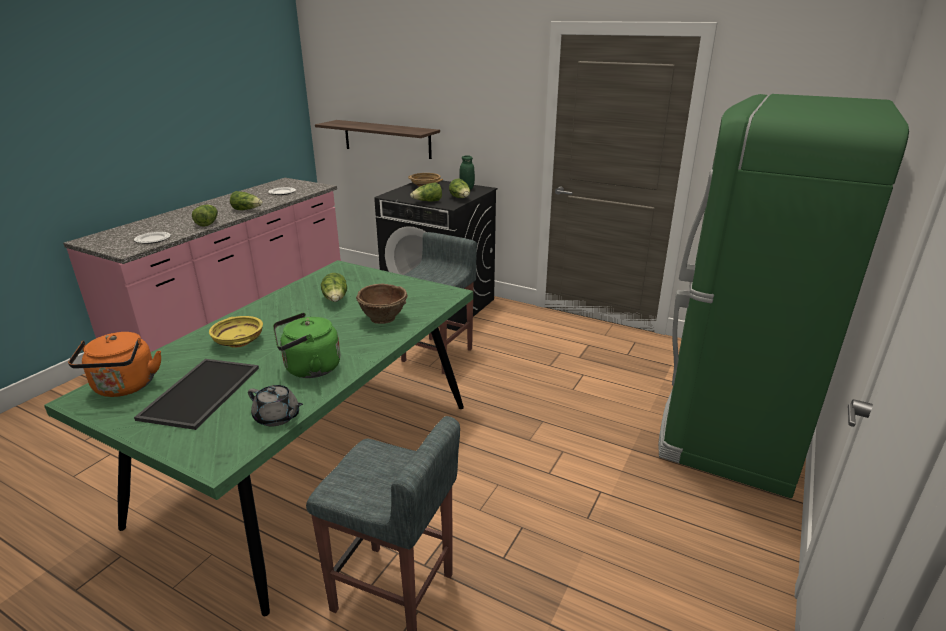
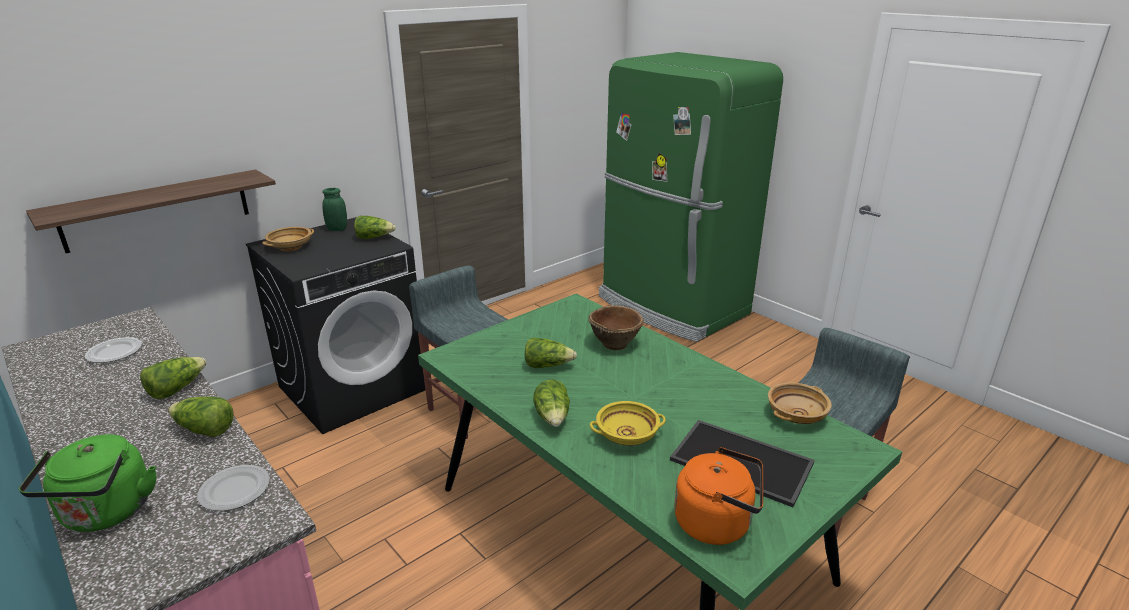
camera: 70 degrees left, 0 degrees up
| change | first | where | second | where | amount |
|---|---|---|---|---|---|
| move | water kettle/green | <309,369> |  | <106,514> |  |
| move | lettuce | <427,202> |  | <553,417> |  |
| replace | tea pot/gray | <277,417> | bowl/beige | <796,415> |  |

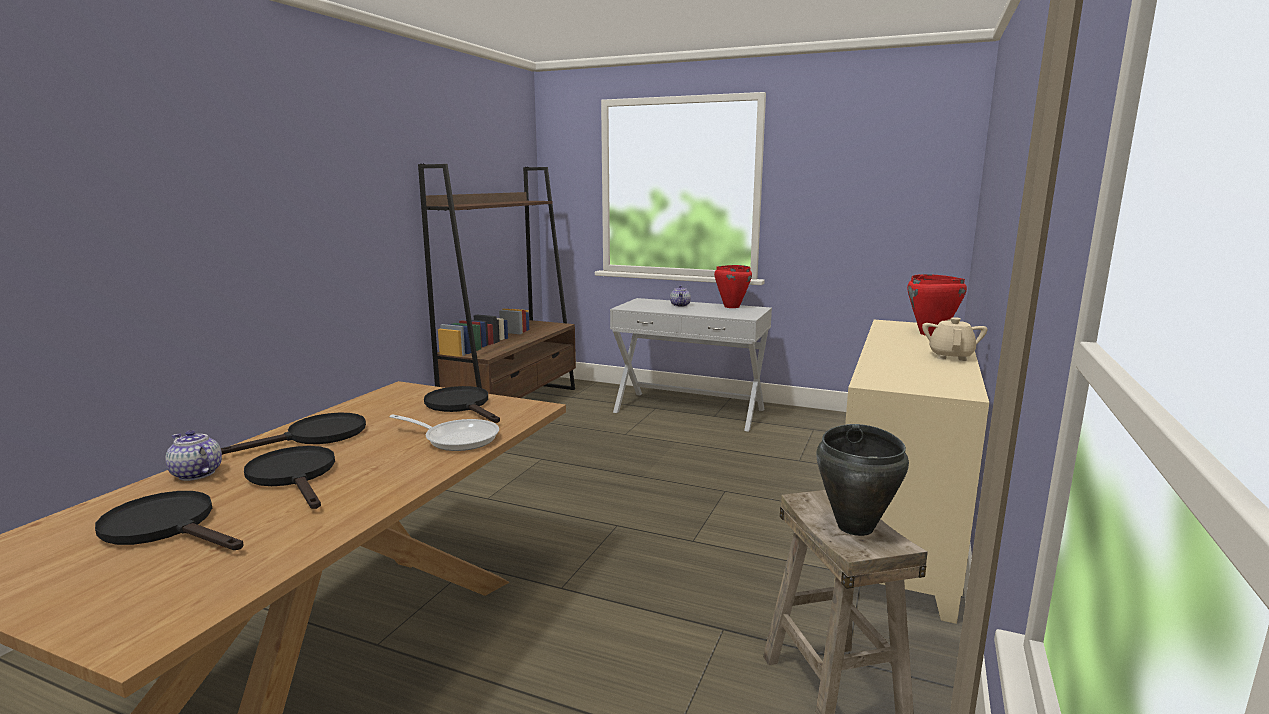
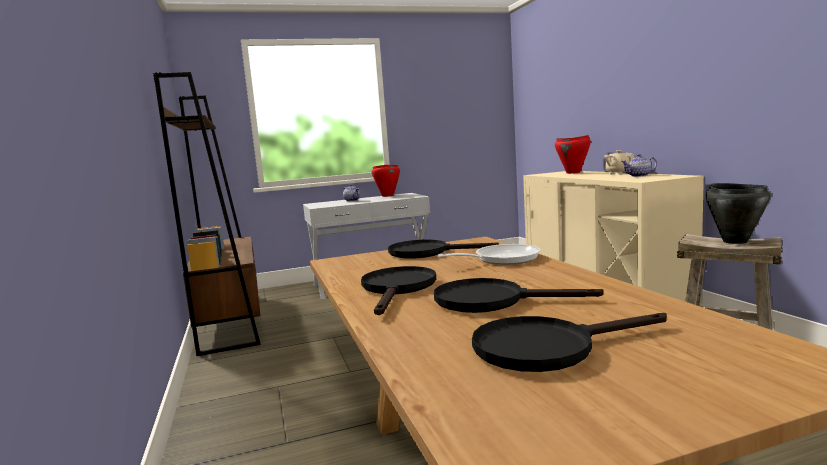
camera: 40 degrees left, 5 degrees down
| change | first | where | second | where | amount |
|---|---|---|---|---|---|
| move | tea pot | <196,474> |  | <639,176> |  |

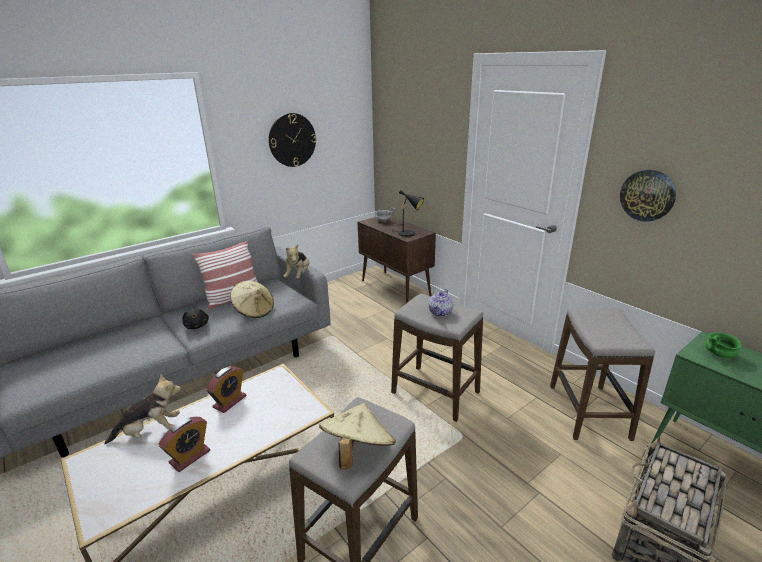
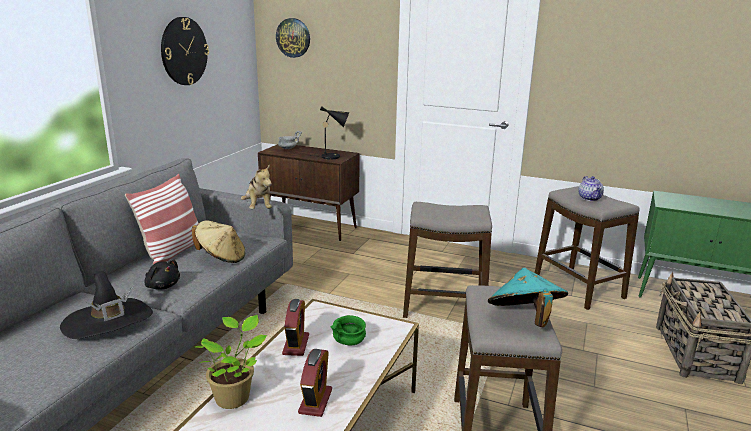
camera: 30 degrees left, 5 degrees down
| change | first | where | second | where | amount |
|---|---|---|---|---|---|
| insert |  |  | wearable hat/blackish | <108,322> |  |
| move | tea pot | <440,312> |  | <590,198> |  |
| move | wall clock | <647,195> |  | <293,38> |  |
| move | bowl/green | <719,355> |  | <348,343> |  |
| replace | cuddly toy | <150,432> | houseplant | <234,397> |  |
| recolor | wearable hat/beige | <357,451> | wearable hat/turquoise-coloured | <524,319> |  |

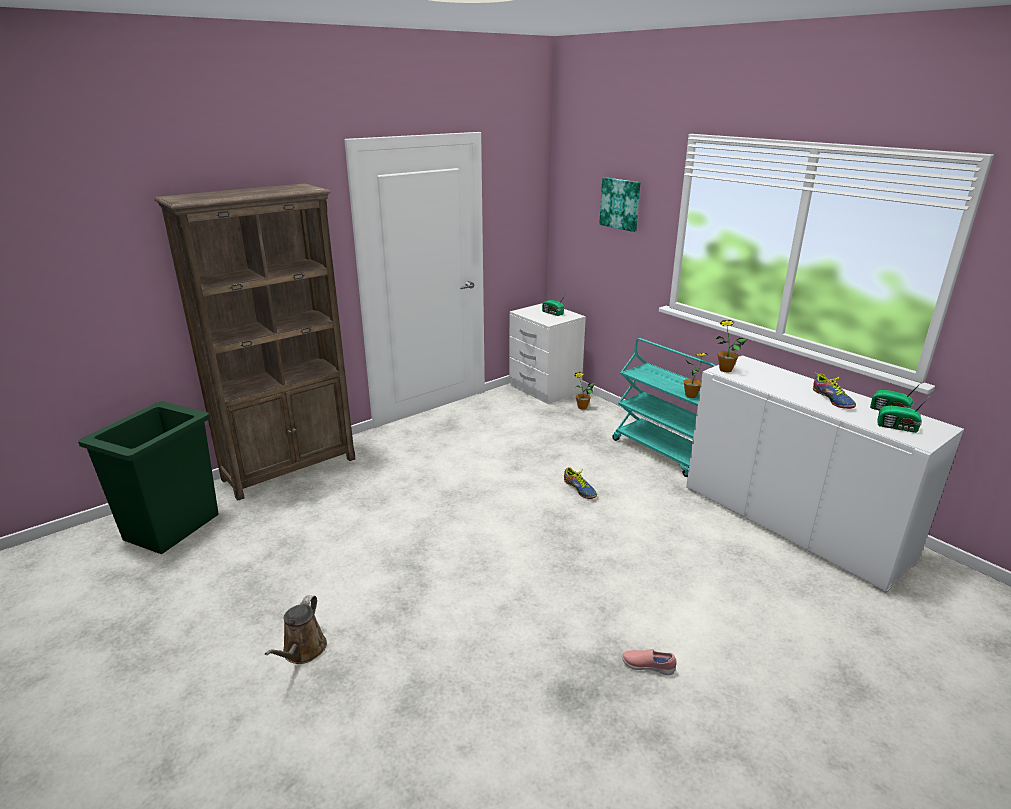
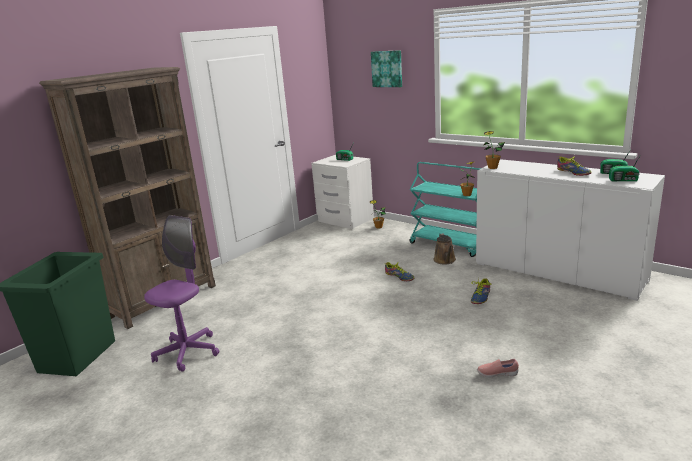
camera: 10 degrees left, 5 degrees down
| change | first | where | second | where | amount |
|---|---|---|---|---|---|
| insert |  |  | computer chair/purple | <187,352> |  |
| insert |  |  | shoe | <481,297> |  |
| move | watering can/brown-coloured | <302,651> |  | <445,261> |  |

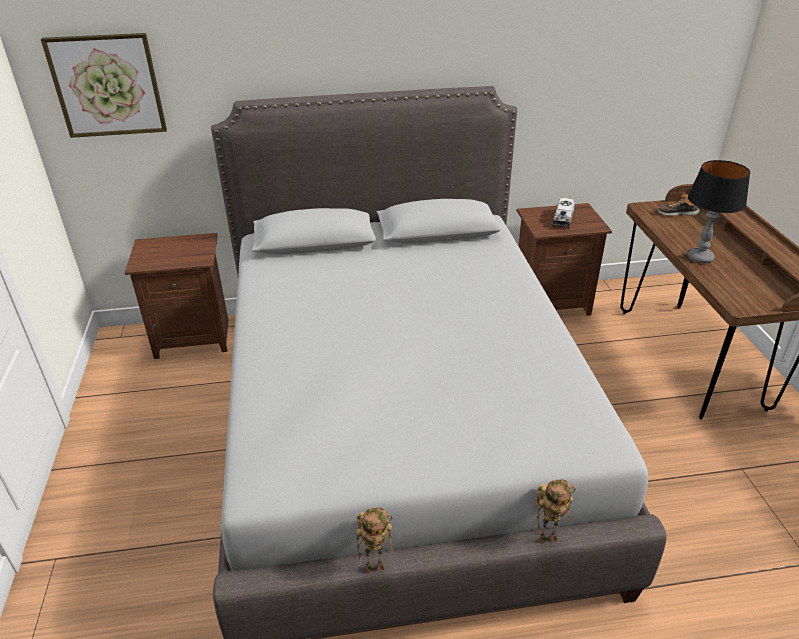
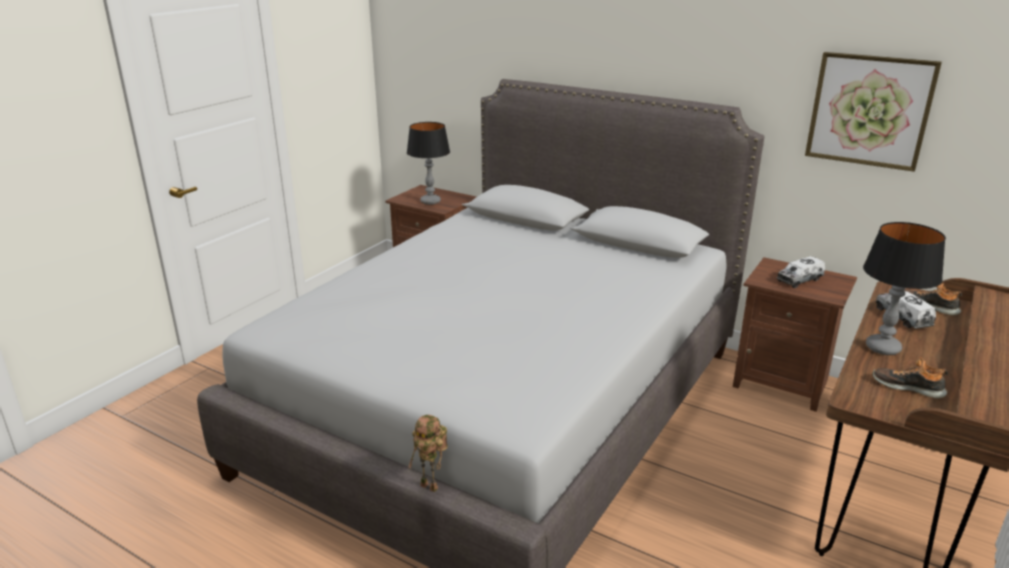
camera: 40 degrees right, 10 degrees down
| change | first | where | second | where | amount |
|---|---|---|---|---|---|
| delete | toy robot | <375,566> |  |  |  |
| insert |  |  | table lamp | <430,202> |  |
| insert |  |  | shoe | <907,387> |  |
| insert |  |  | toy truck | <902,317> |  |
| move | wall picture | <107,85> |  | <869,110> |  |

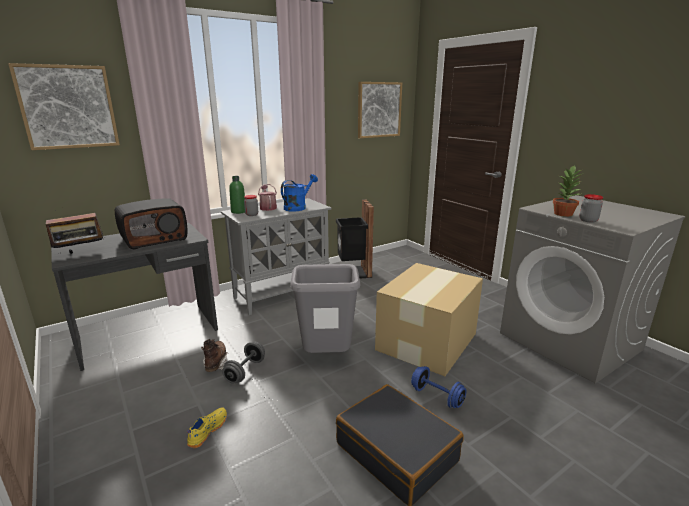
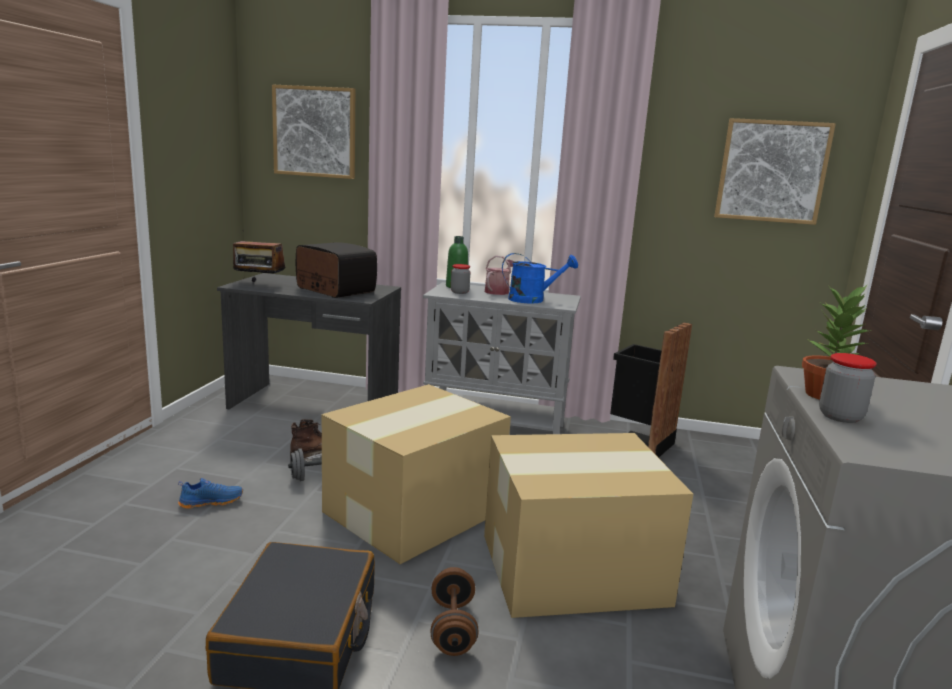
camera: 45 degrees right, 5 degrees down
| change | first | where | second | where | amount |
|---|---|---|---|---|---|
| replace | rubbish bin/gray | <327,358> | packing box | <416,511> |  |
| recolor | shoe/yellow-coloured | <207,431> | shoe/blue-coloured | <211,501> |  |
| recolor | hand weight/blue-coloured | <437,397> | hand weight/brown-coloured | <452,628> |  |
| rotate | radio | <154,239> |  | <334,290> | 150 degrees counterclockwise |

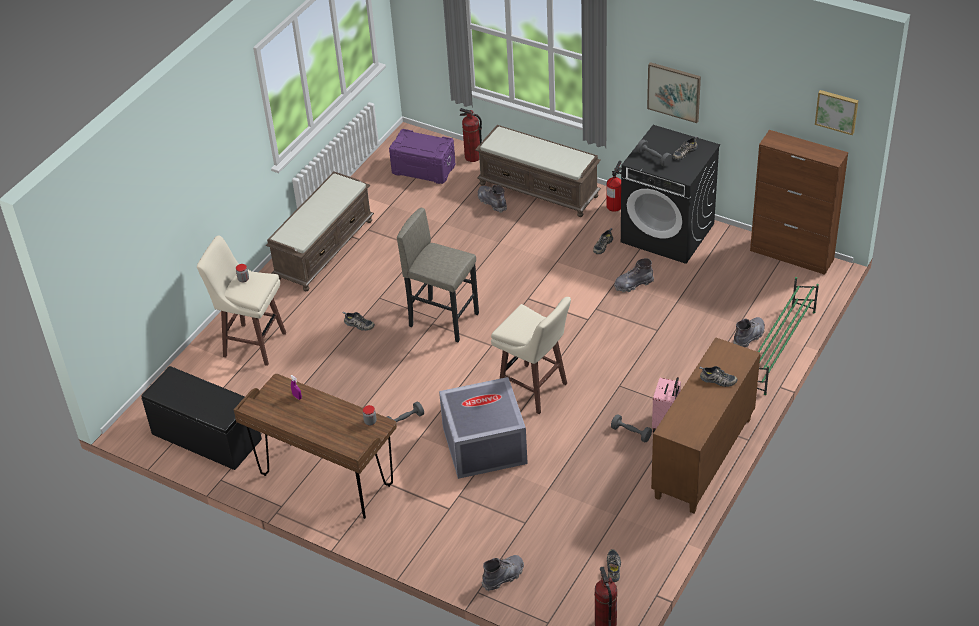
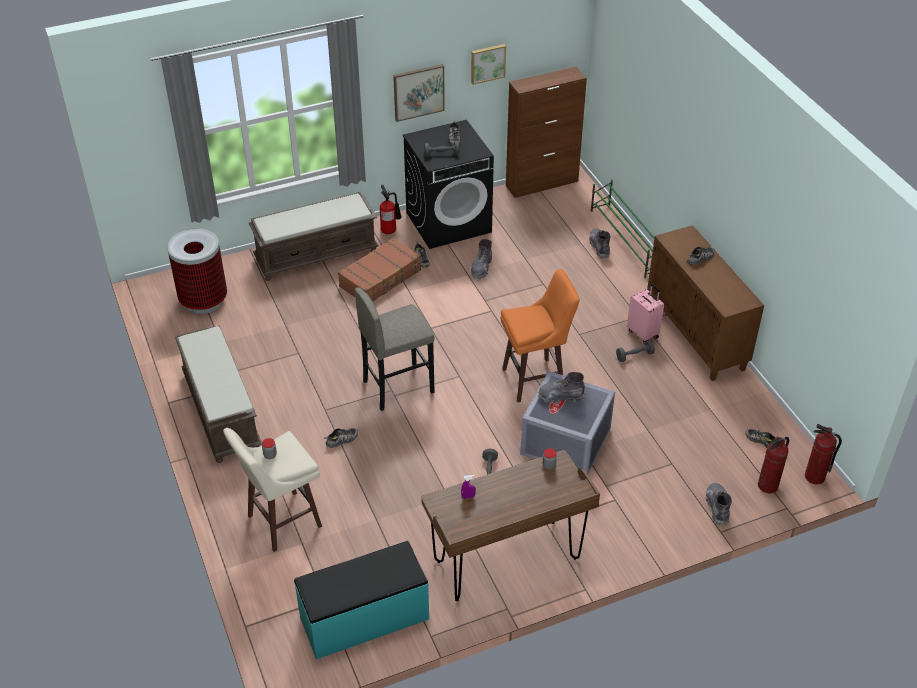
camera: 55 degrees left, 0 degrees up
| change | first | where | second | where | amount |
|---|---|---|---|---|---|
| insert |  |  | travel case/brown-coloured | <381,279> |  |
| move | fire extinguisher | <473,157> |  | <767,486> |  |
| move | tall boot/gray | <492,202> |  | <561,396> |  |
| move | wall picture | <837,111> |  | <487,63> |  |
| replace | storage bin/purple | <423,169> | rubbish bin | <204,300> |  |
| recolor | bench/blackish | <206,437> | bench/turquoise-coloured | <364,619> |  |
| recolor | stool seat/beige | <534,390> | stool seat/orangey | <535,380> |  |

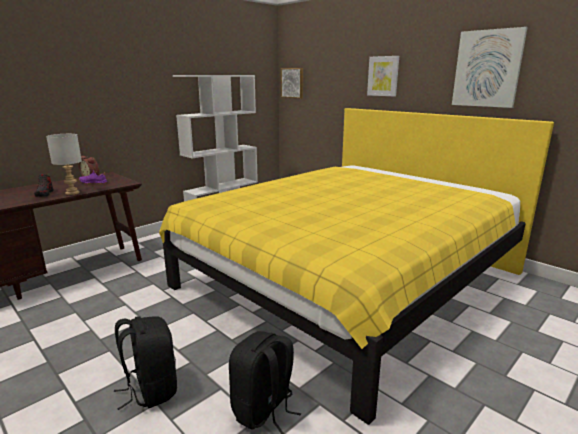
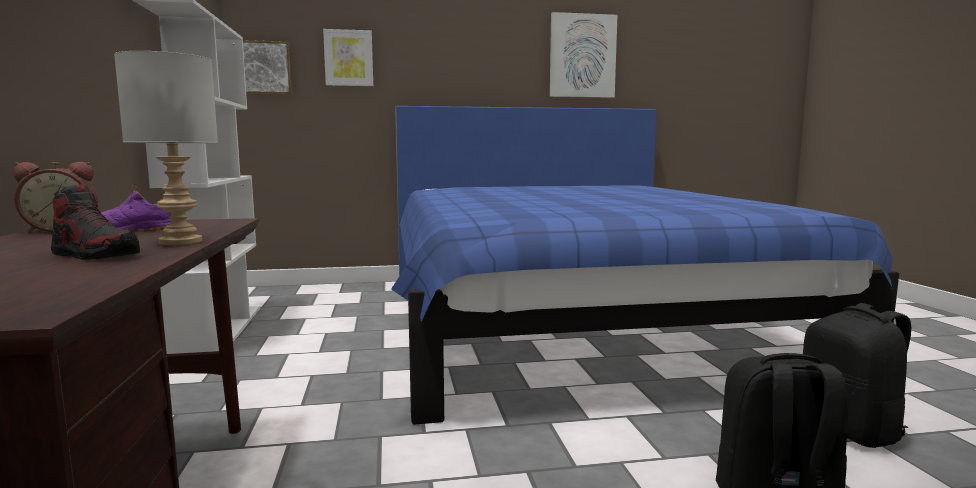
camera: 55 degrees left, 10 degrees down
| change | first | where | second | where | amount |
|---|---|---|---|---|---|
| move | wall picture | <383,76> |  | <348,58> |  |
| recolor | bedroom bed/yellow-coloured | <348,279> | bedroom bed/blue-coloured | <572,320> |  |

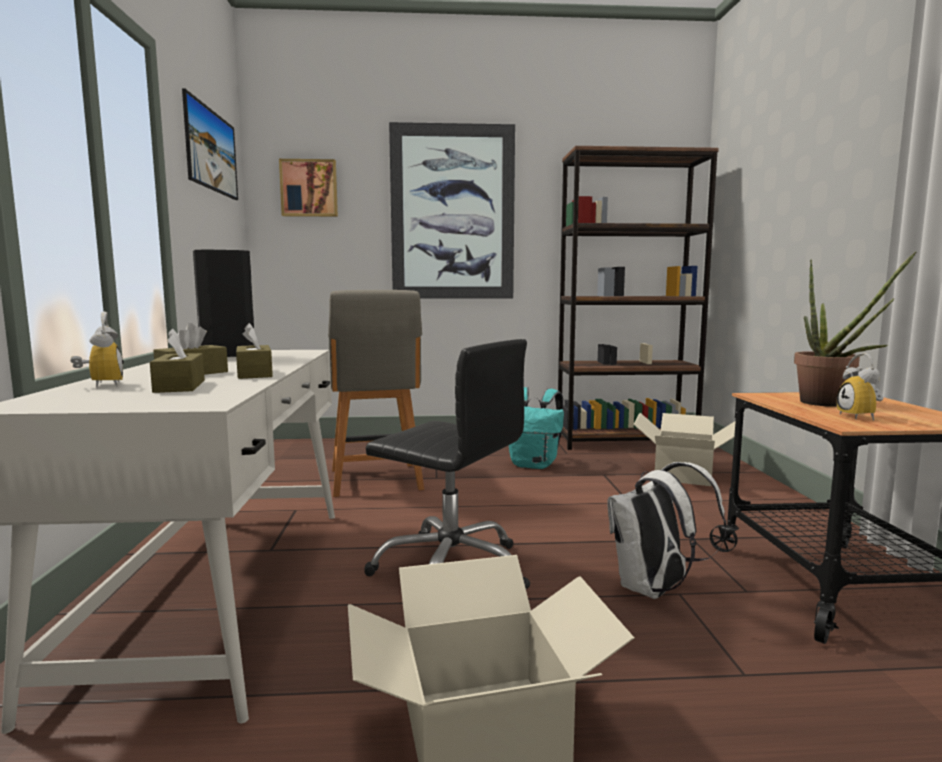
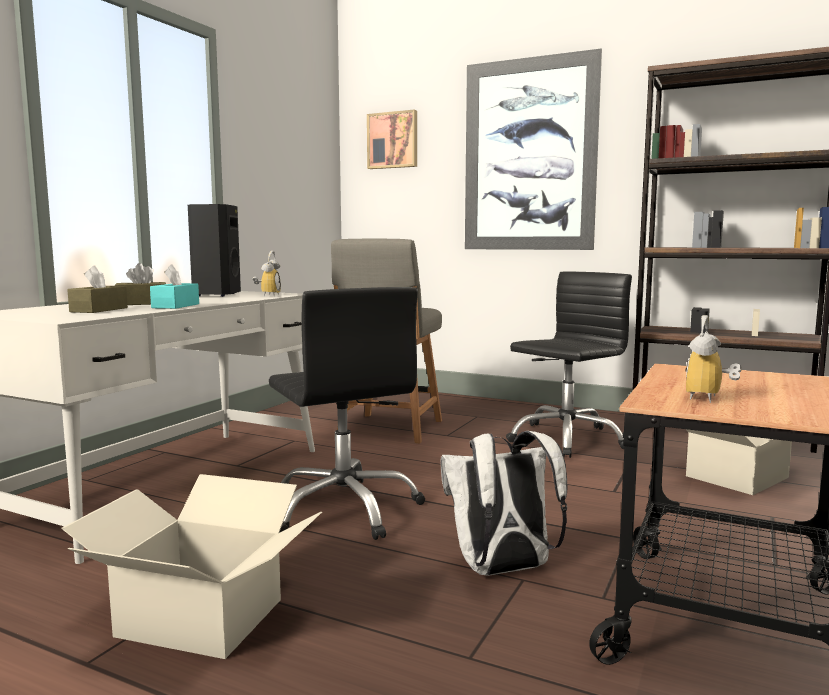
camera: 30 degrees right, 0 degrees up
| change | first | where | second | where | amount |
|---|---|---|---|---|---|
| delete | wall picture | <213,171> |  |  |  |
| delete | houseplant | <831,404> |  |  |  |
| move | alarm clock | <100,385> |  | <267,295> |  |
| replace | rucksack/turquoise-coloured | <534,464> | computer chair/blackish | <566,439> |  |
| recolor | tissue box/brown-coloured | <254,373> | tissue box/turquoise-coloured | <176,306> |  |

